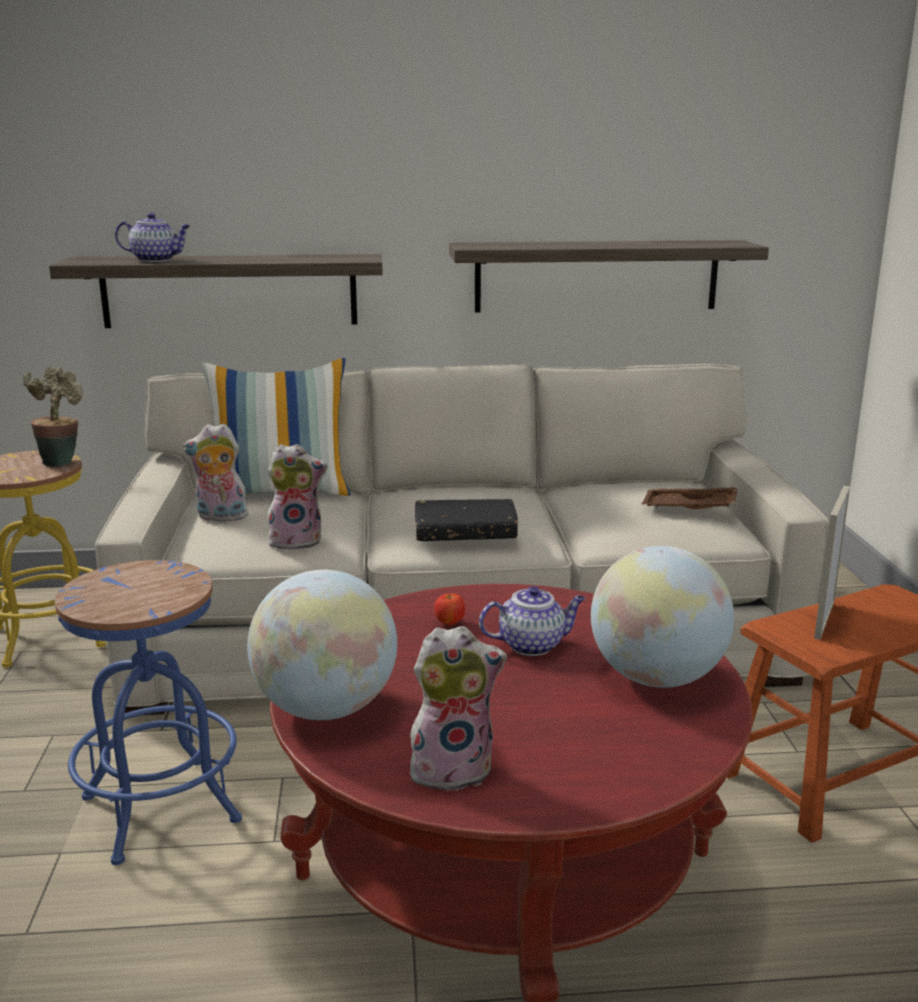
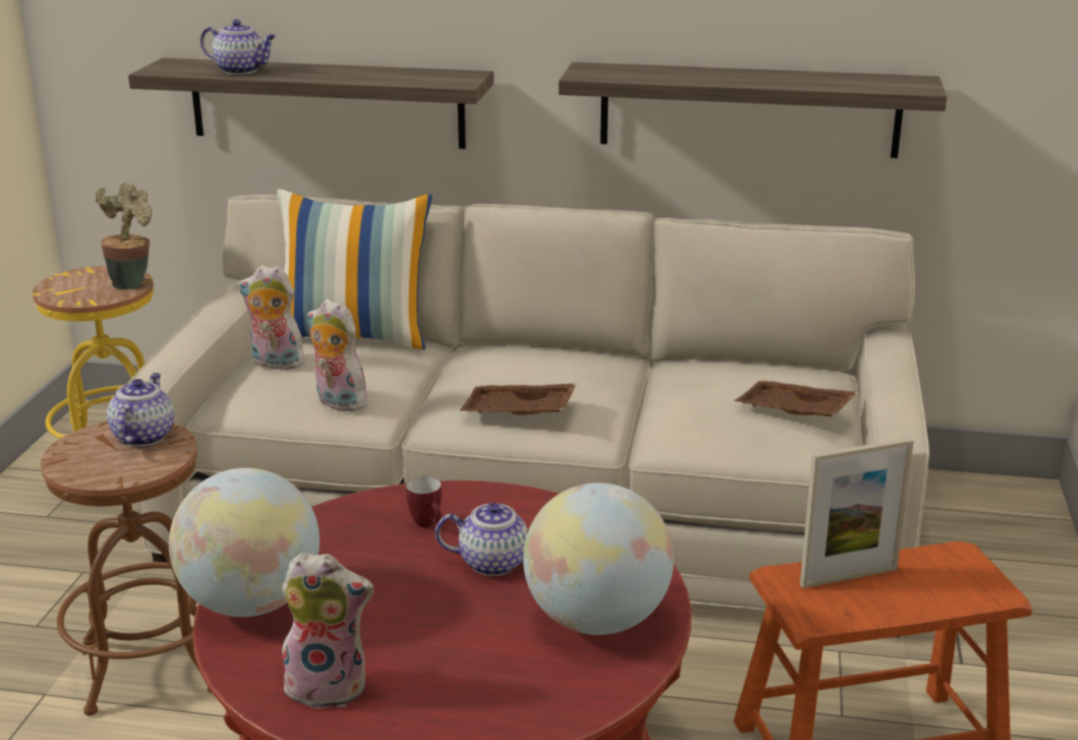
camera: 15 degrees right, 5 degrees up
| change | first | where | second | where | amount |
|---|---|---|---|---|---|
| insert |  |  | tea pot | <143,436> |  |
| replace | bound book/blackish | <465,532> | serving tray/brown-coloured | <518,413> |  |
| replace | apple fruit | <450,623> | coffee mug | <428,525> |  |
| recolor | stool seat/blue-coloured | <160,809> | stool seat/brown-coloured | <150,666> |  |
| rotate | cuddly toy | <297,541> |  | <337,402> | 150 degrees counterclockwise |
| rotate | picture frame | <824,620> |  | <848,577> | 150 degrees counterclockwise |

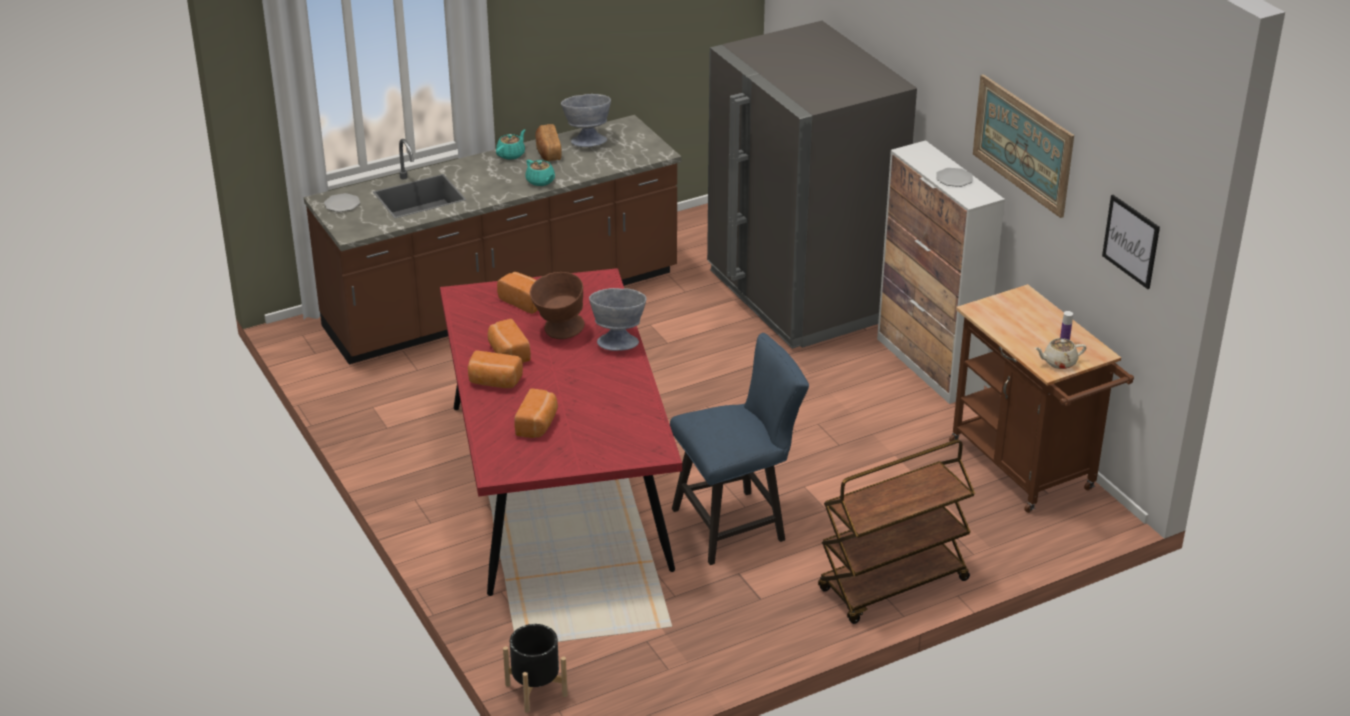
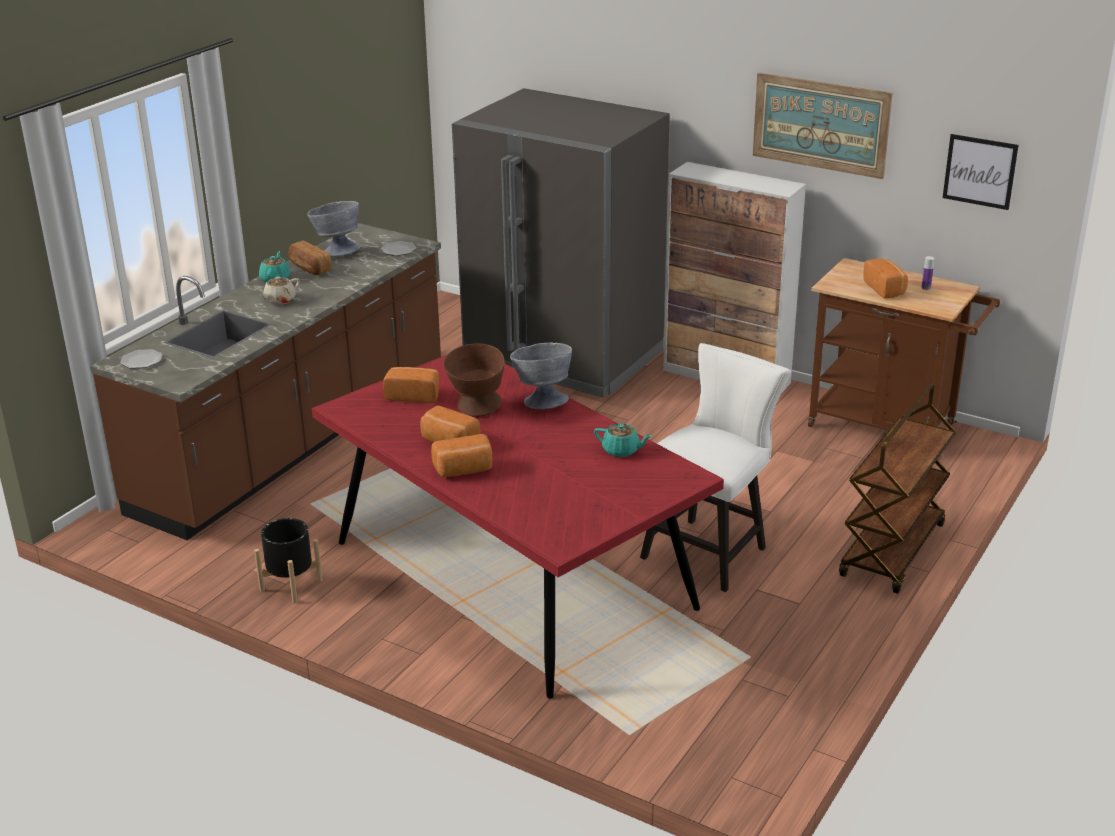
camera: 30 degrees left, 5 degrees down
| change | first | where | second | where | amount |
|---|---|---|---|---|---|
| move | flower pot/blackish | <536,690> |  | <291,585> |  |
| move | bakery bread | <538,425> |  | <885,289> |  |
| move | tea pot/turquoise-coloured | <541,181> |  | <621,450> |  |
| move | flat dish | <954,179> |  | <398,250> |  |
| move | tea pot/beige | <1059,362> |  | <279,300> |  |
| recolor | chair/blue-coloured | <737,524> | chair/whitish | <710,549> |  |

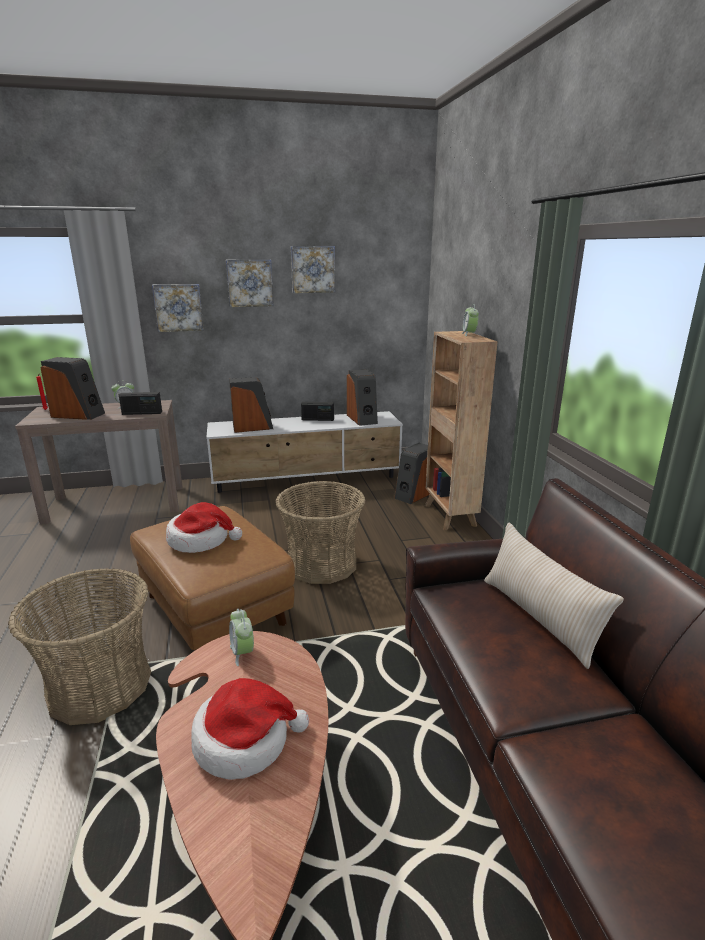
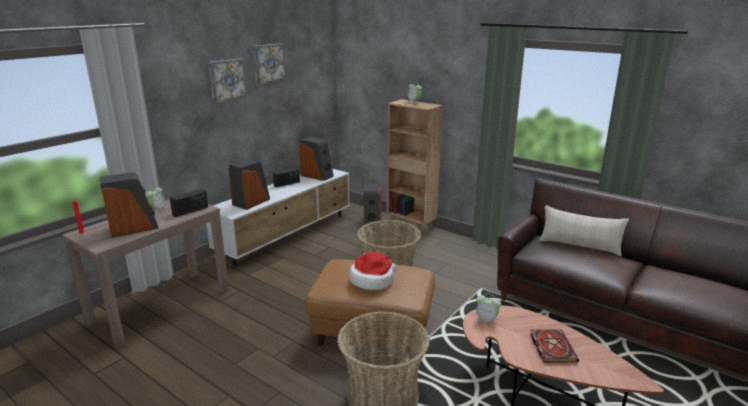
camera: 40 degrees left, 0 degrees up
| change | first | where | second | where | amount |
|---|---|---|---|---|---|
| delete | wall picture | <178,307> |  |  |  |
| replace | wearable hat | <245,740> | bound book | <551,347> |  |

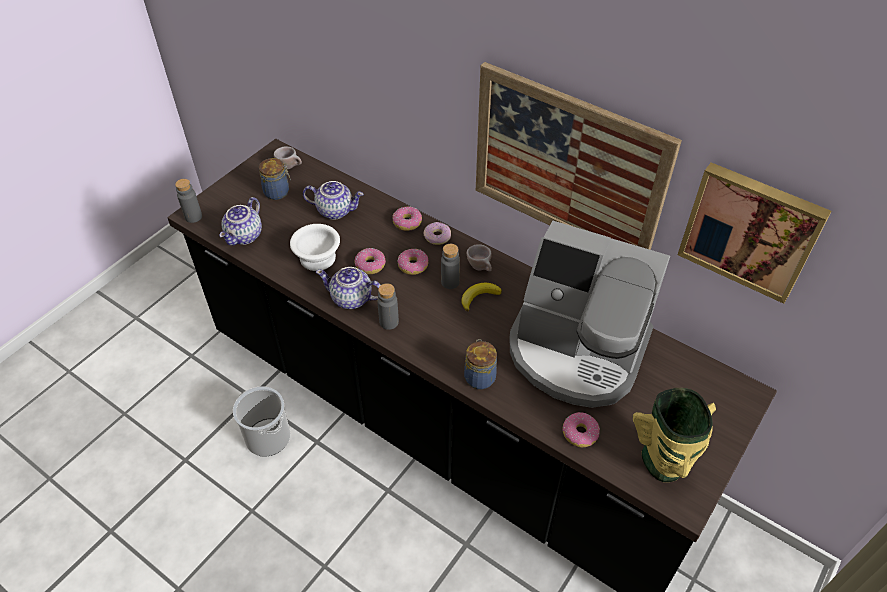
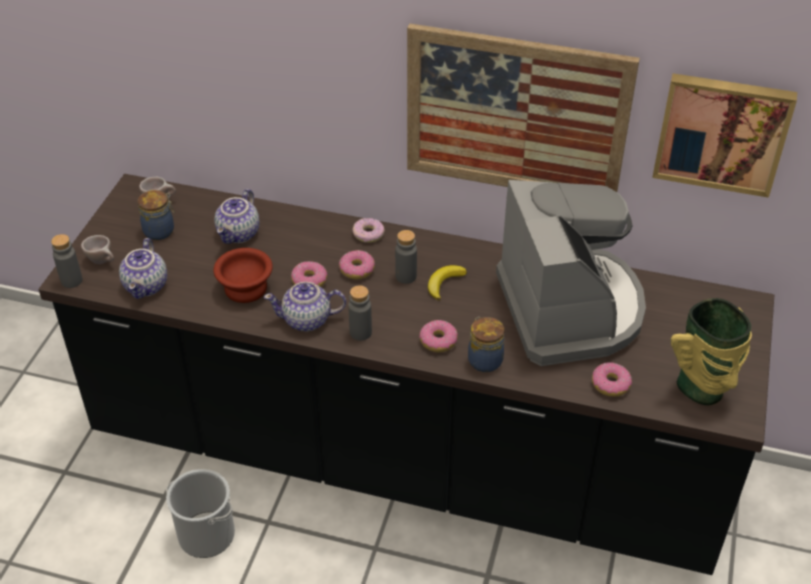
camera: 20 degrees left, 5 degrees down
| change | first | where | second | where | amount |
|---|---|---|---|---|---|
| move | doughnut | <407,222> |  | <438,341> |  |
| move | cup/beige | <481,268> |  | <103,261> |  |
| recolor | bowl/whitish | <317,257> | bowl/brown-coloured | <244,287> |  |
| rotate | tea pot | <335,210> |  | <239,234> | 120 degrees clockwise |
| rotate | coffee brewer | <577,351> |  | <570,309> | 105 degrees counterclockwise |

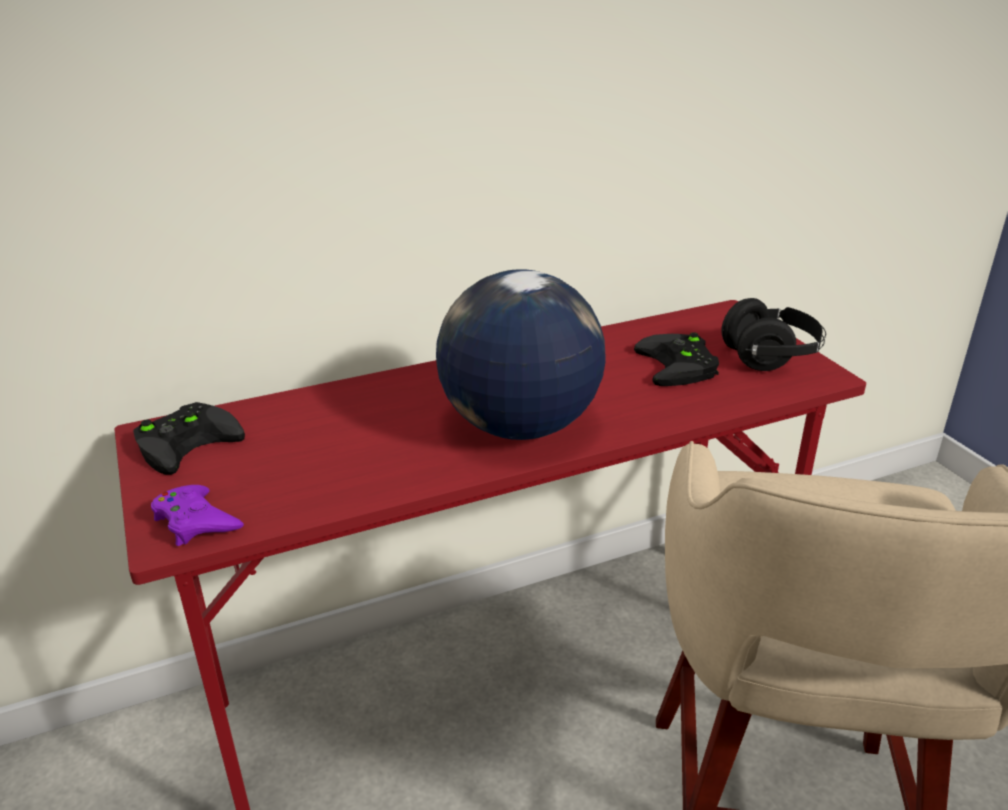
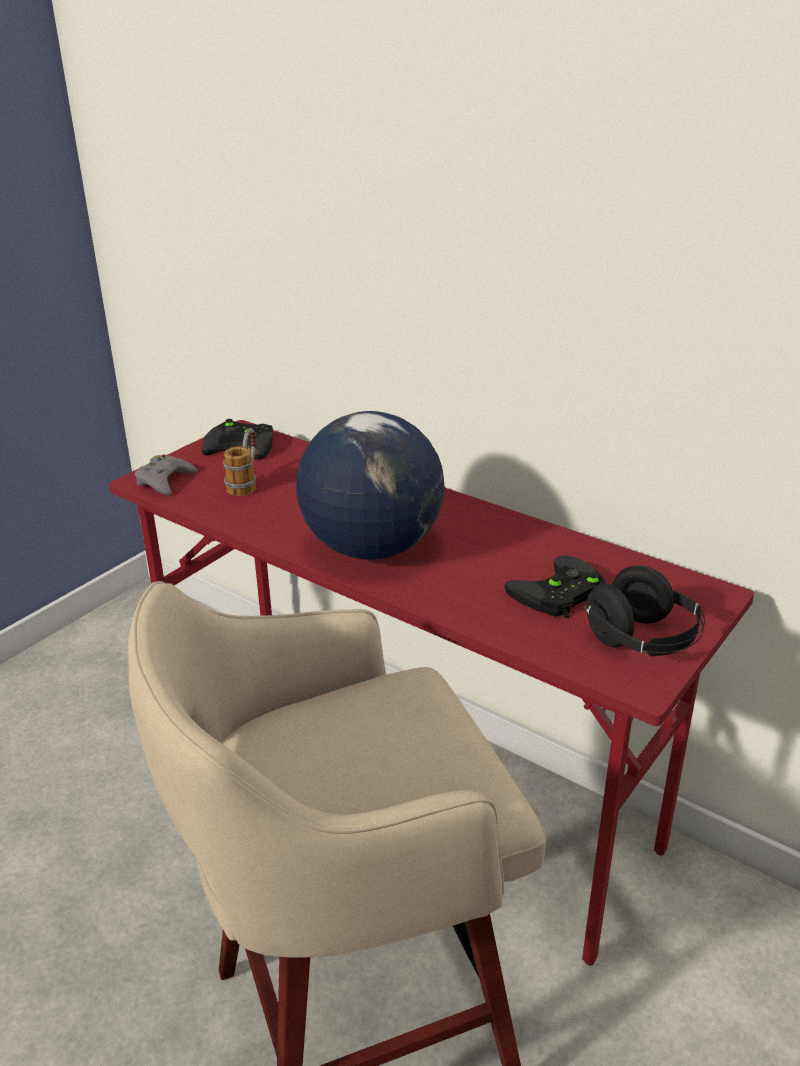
camera: 60 degrees right, 0 degrees up
| change | first | where | second | where | amount |
|---|---|---|---|---|---|
| insert |  |  | coffee mug | <246,482> |  |
| recolor | gamepad/purple | <196,521> | gamepad/gray | <164,481> |  |

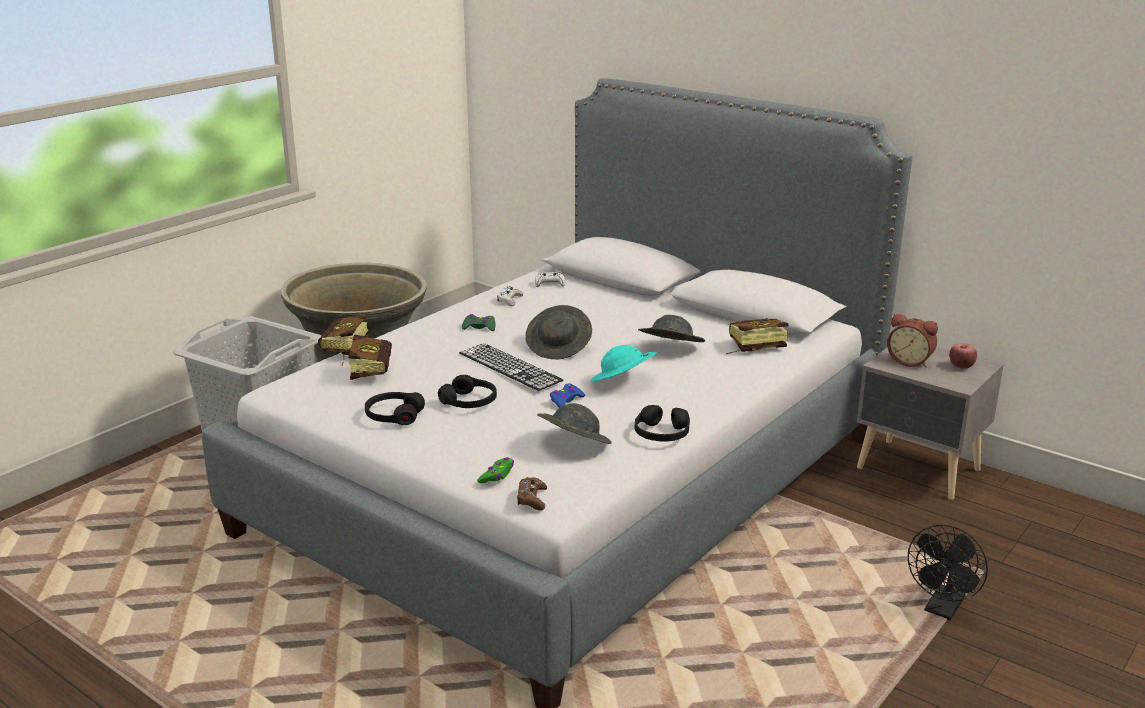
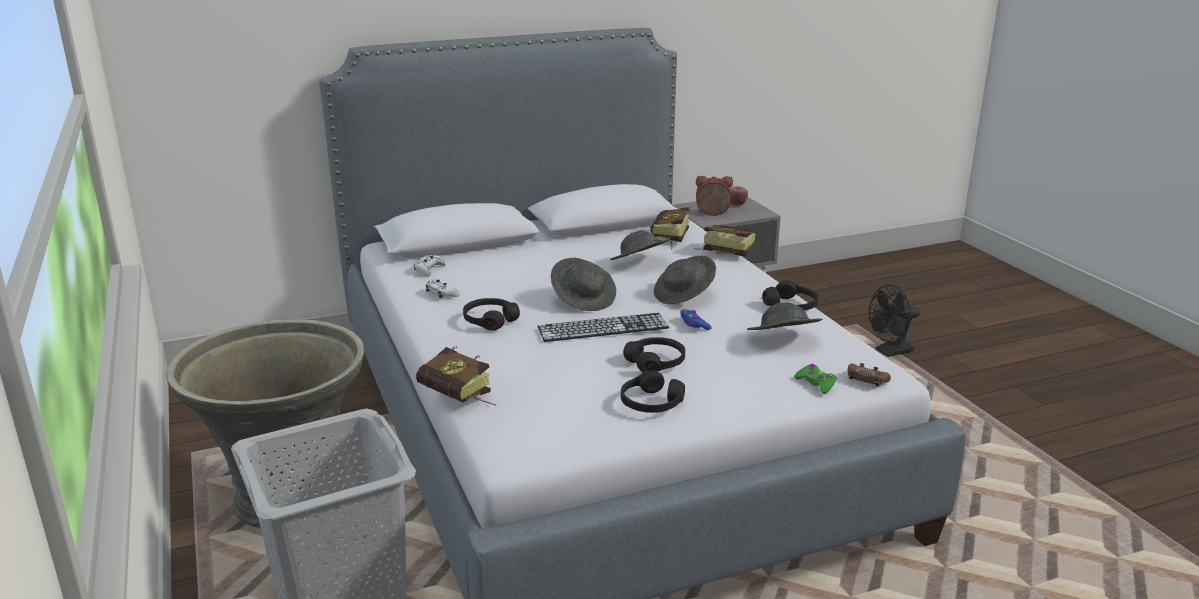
camera: 60 degrees left, 0 degrees up
| change | first | where | second | where | amount |
|---|---|---|---|---|---|
| move | bound book | <371,370> |  | <723,251> |  |
| replace | gamepad/green | <479,327> | pair of headphones/blackish | <490,320> |  |
| recolor | wearable hat/turquoise-coloured | <622,383> | wearable hat/gray | <684,295> |  |
| rotate | alarm clock | <910,361> |  | <712,214> | 150 degrees counterclockwise |
| rotate | cooling fan/blackish | <942,609> |  | <889,352> | 90 degrees clockwise |

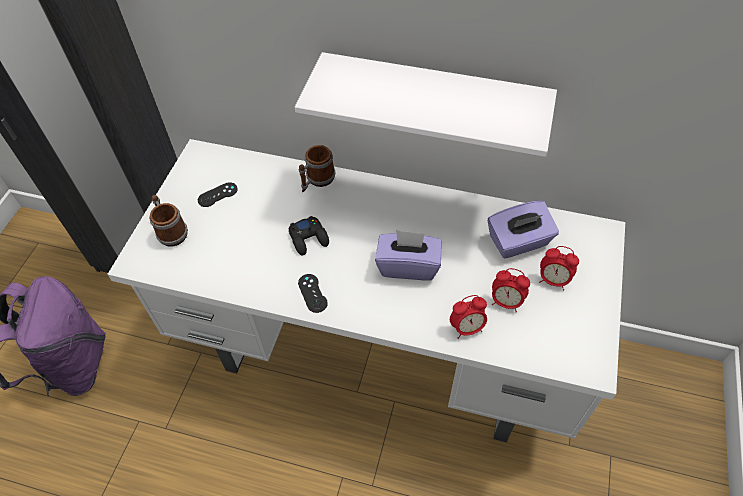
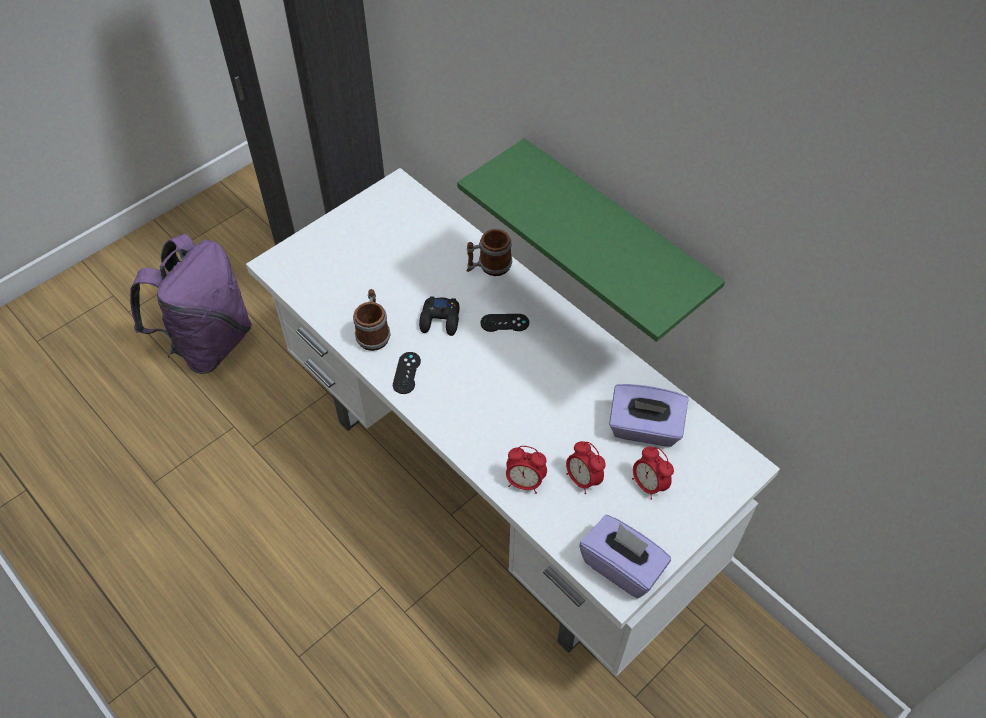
camera: 30 degrees right, 0 degrees up
| change | first | where | second | where | amount |
|---|---|---|---|---|---|
| move | coffee mug | <171,231> |  | <374,333> |  |
| move | gamepad/blackish | <217,195> |  | <504,323> |  |
| move | tissue box/purple | <408,266> |  | <622,566> |  |
| recolor | wall shelf/whitish | <433,102> | wall shelf/green | <614,237> |  |

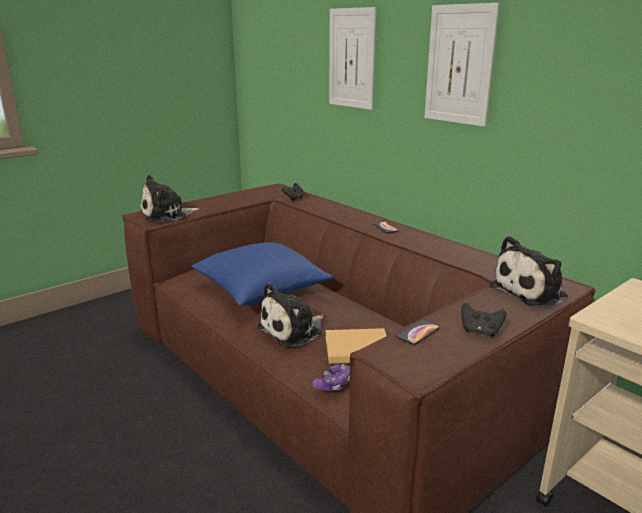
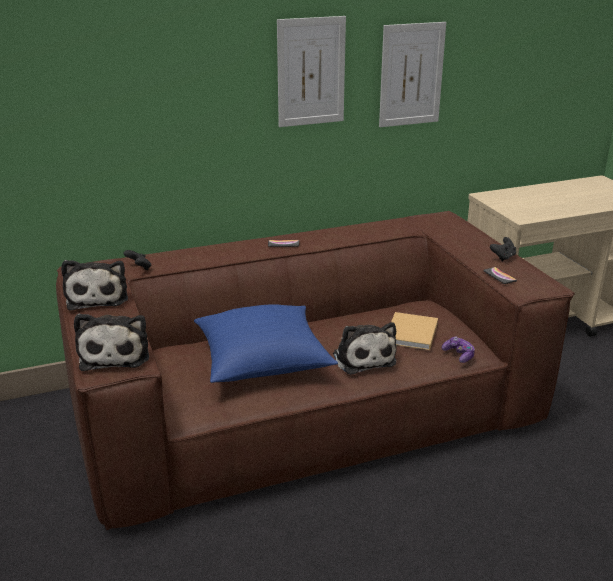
camera: 70 degrees left, 5 degrees up
| change | first | where | second | where | amount |
|---|---|---|---|---|---|
| move | wall picture | <351,58> |  | <411,75> |  |
| move | cuddly toy | <532,291> |  | <98,297> |  |

